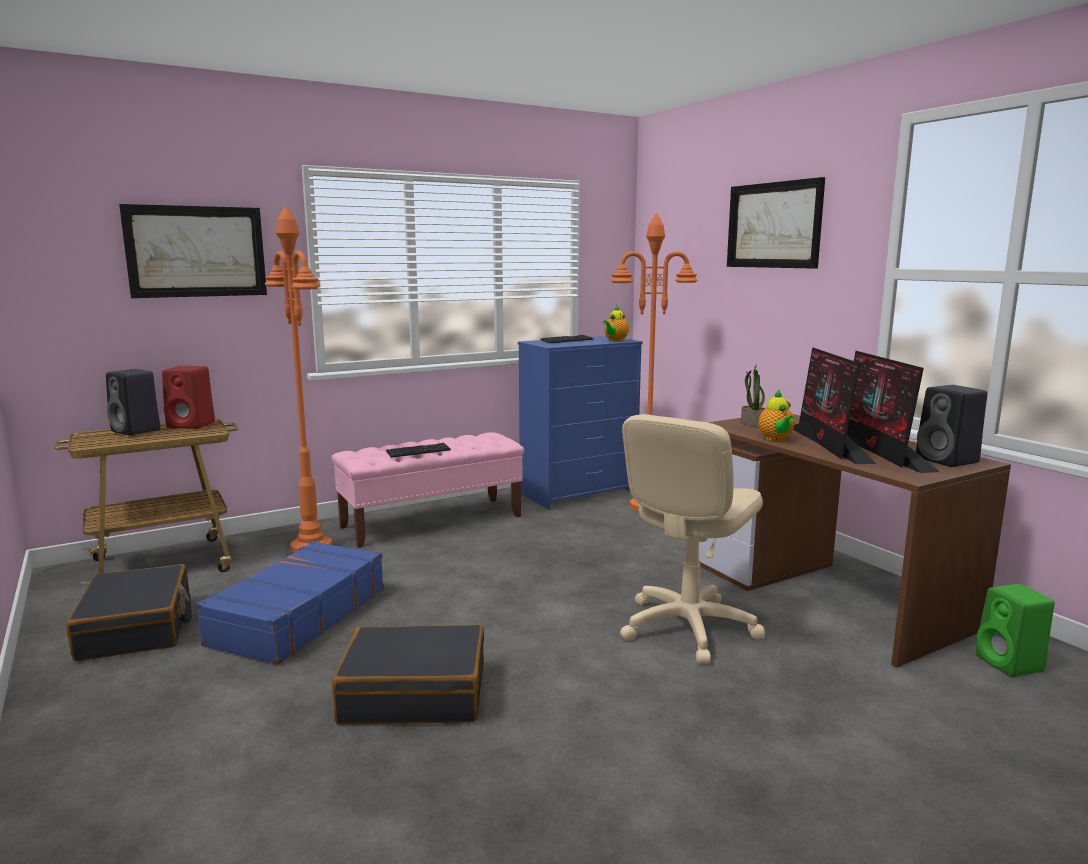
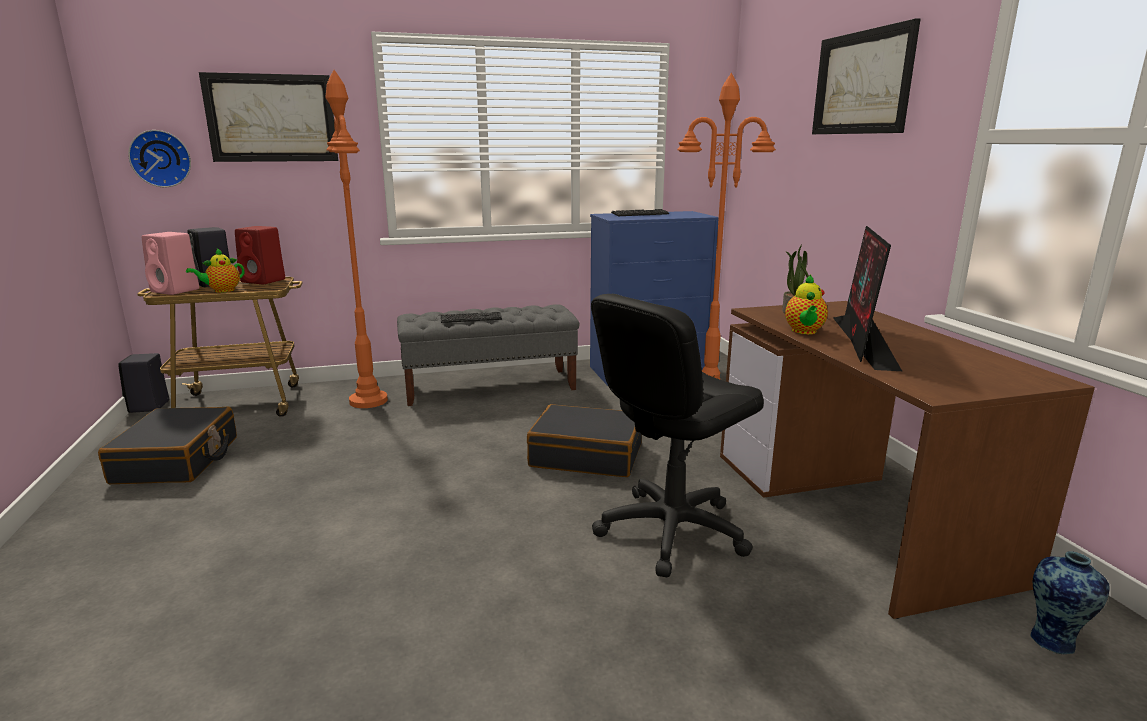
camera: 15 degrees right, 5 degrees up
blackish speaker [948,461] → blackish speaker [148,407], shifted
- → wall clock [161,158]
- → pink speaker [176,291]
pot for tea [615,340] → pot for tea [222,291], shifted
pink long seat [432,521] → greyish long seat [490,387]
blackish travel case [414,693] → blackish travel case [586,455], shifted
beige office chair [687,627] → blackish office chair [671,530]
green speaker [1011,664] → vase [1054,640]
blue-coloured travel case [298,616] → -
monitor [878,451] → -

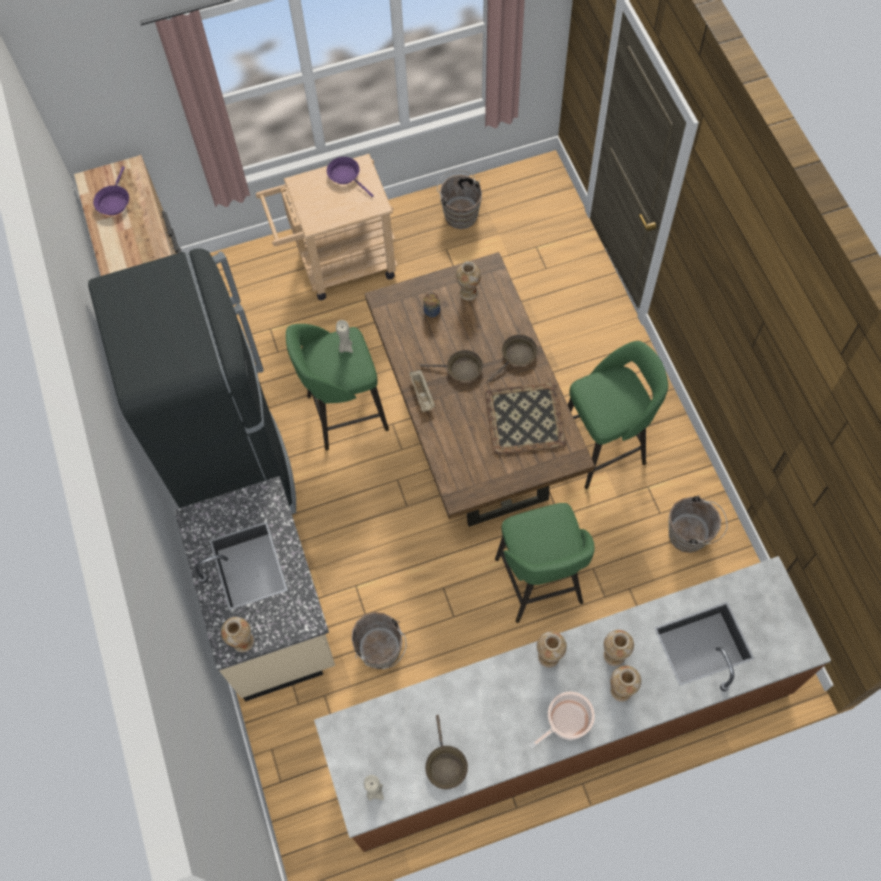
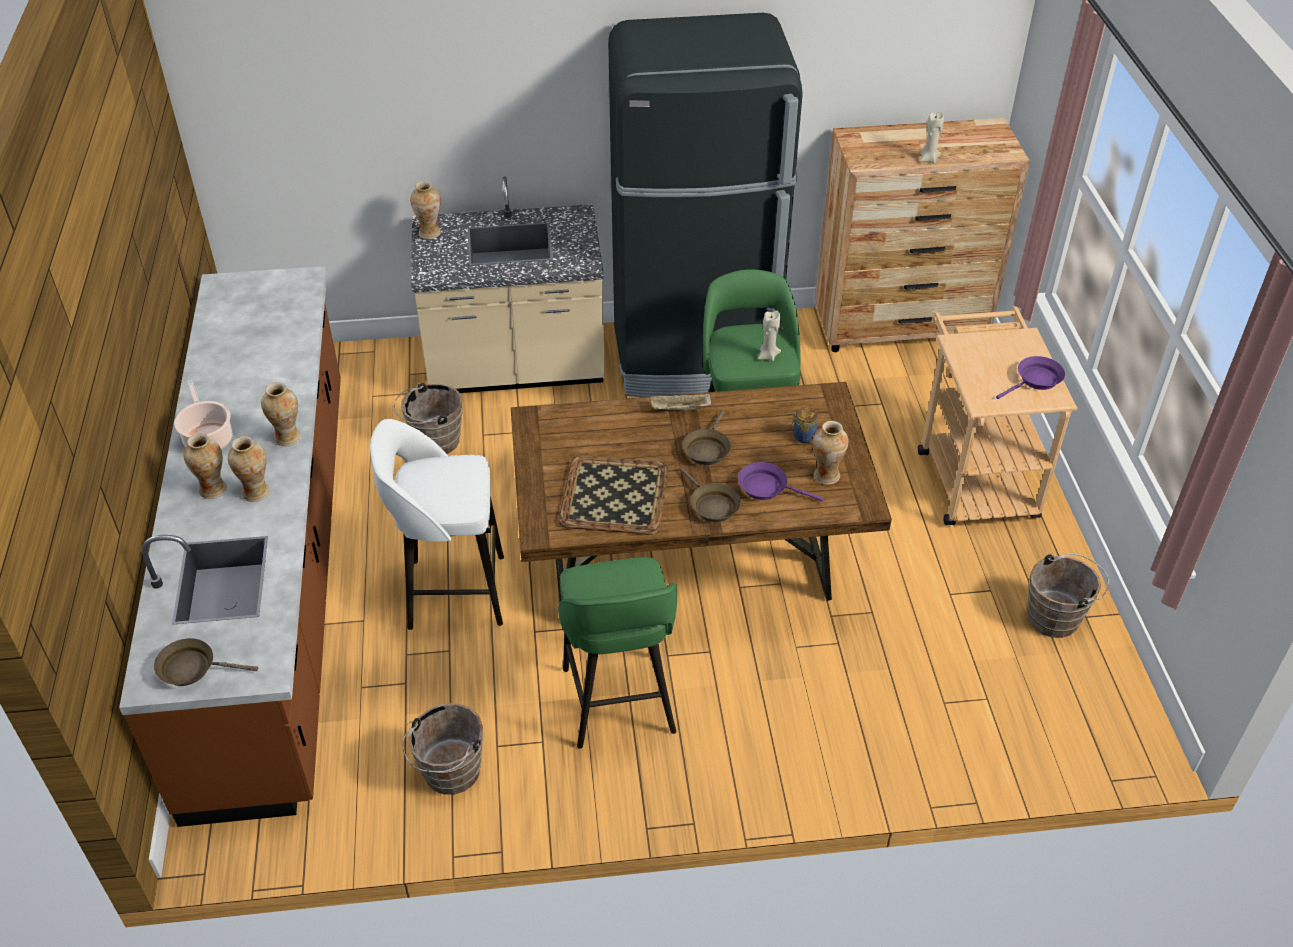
camera: 100 degrees right, 20 degrees down
brown-coloured frying pan [445,764] → brown-coloured frying pan [192,668], shifted
green sitting stool [539,583] → whitish sitting stool [452,592]
purple frying pan [113,201] → purple frying pan [767,487], shifted
beige candle [374,791] → beige candle [928,159], shifted

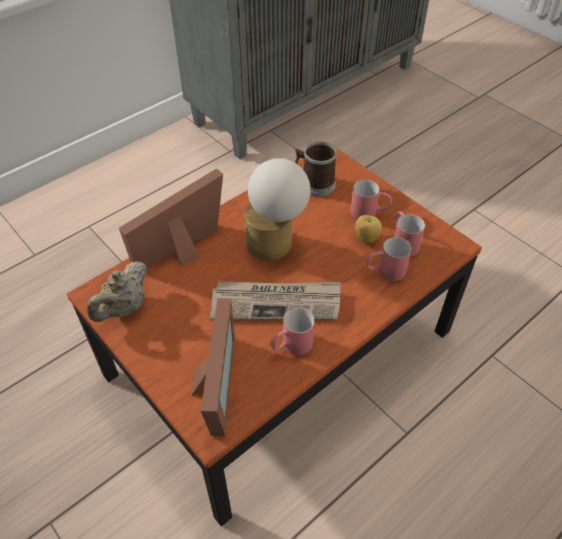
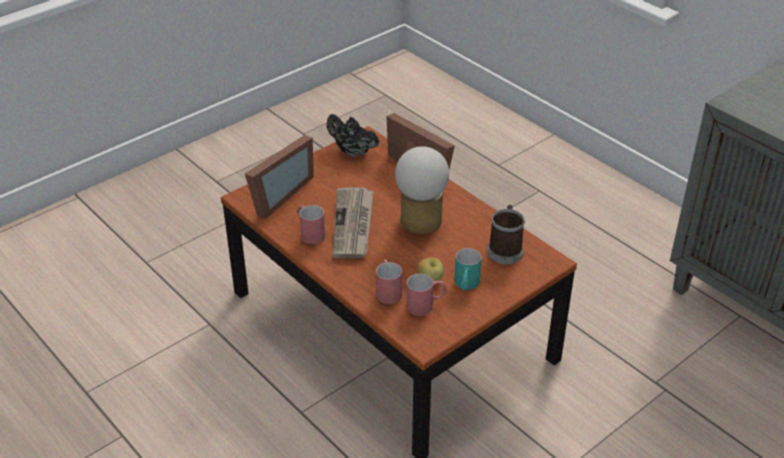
camera: 90 degrees right, 10 degrees down
picture frame [211,389] → picture frame [276,195], 60 degrees counterclockwise
beige pot for tea [124,308] → blackish pot for tea [352,152]
red coffee mug [369,213] → blue-green coffee mug [466,285]

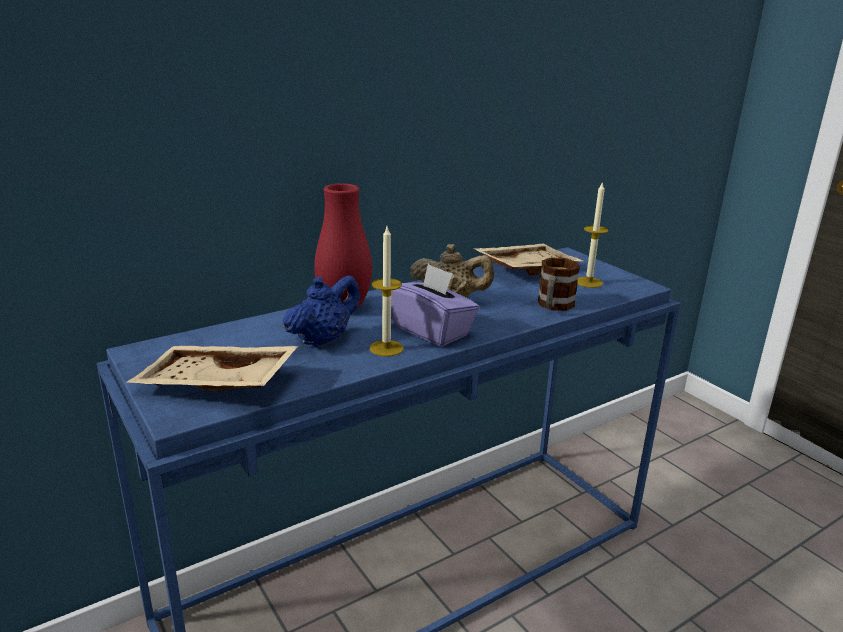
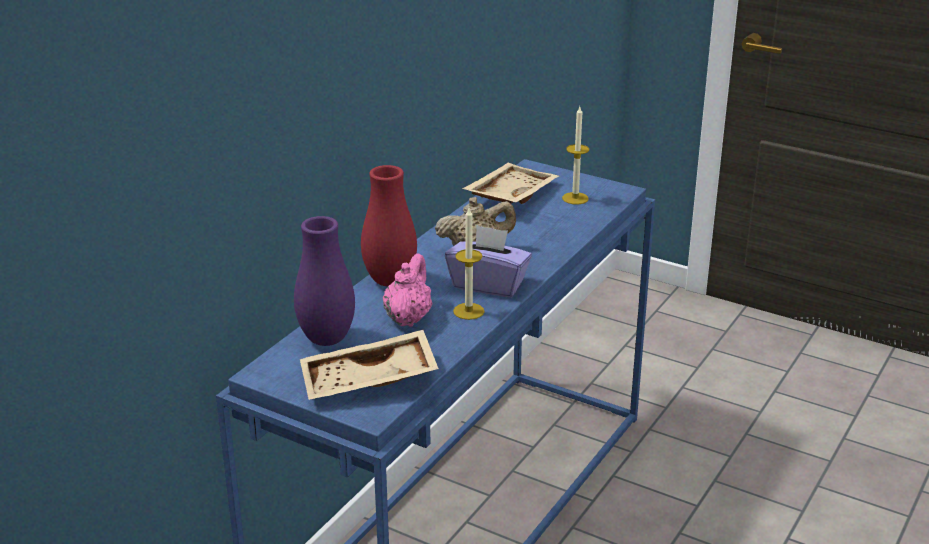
camera: 25 degrees left, 5 degrees up
- → purple vase [326,339]
blue-coloured pot for tea [323,340] → pink pot for tea [408,318]
coffee mug [554,306] → -

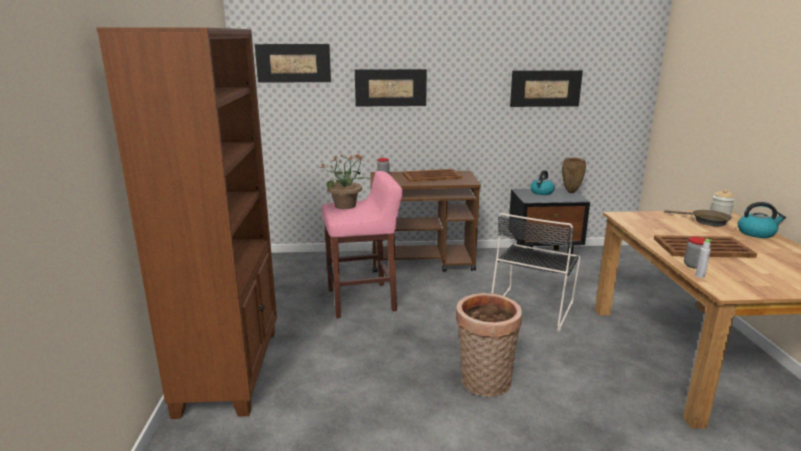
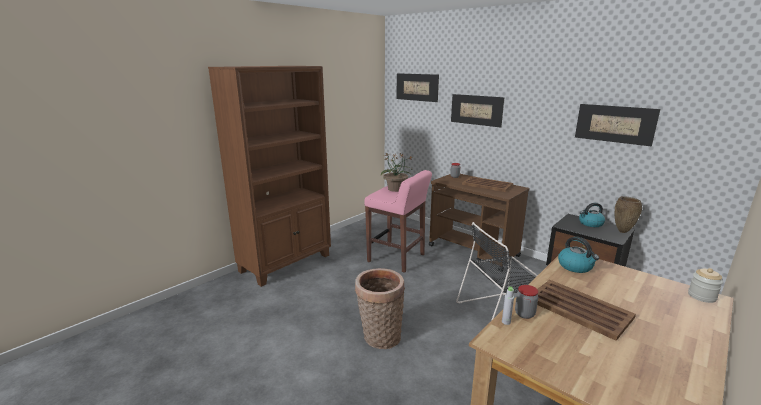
camera: 45 degrees right, 0 degrees up
water kettle [756,233] → water kettle [575,266], shifted
brown-coloured frying pan [706,221] → -

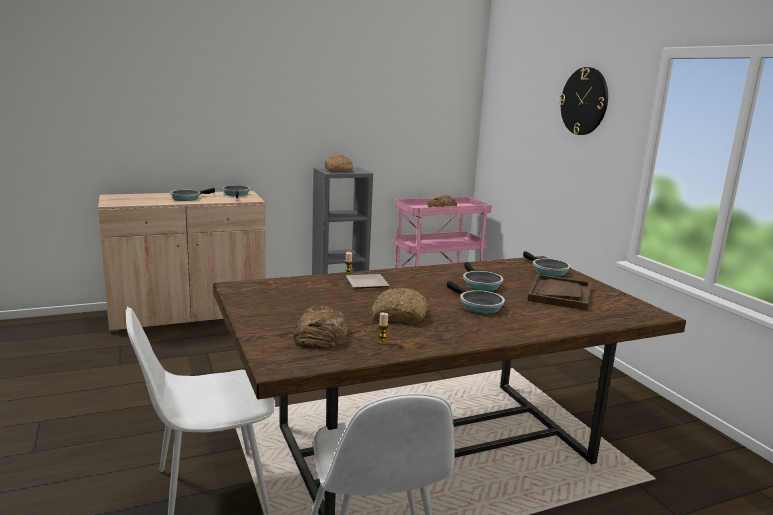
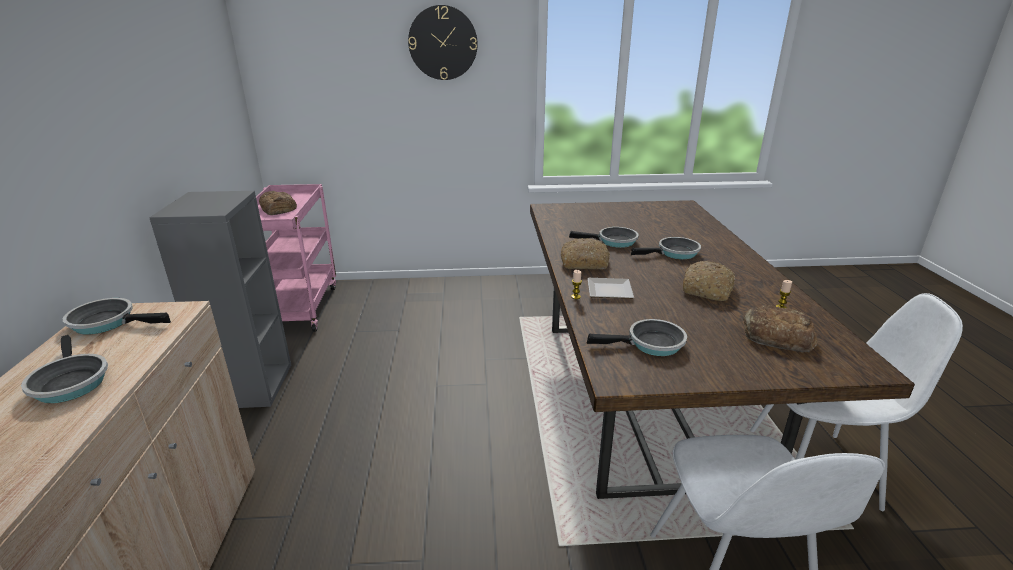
camera: 70 degrees left, 10 degrees up
bread [339,170] → bread [585,262], shifted
frying pan [547,270] → frying pan [651,344], shifted
brown-coloured carrying tray [560,294] → -

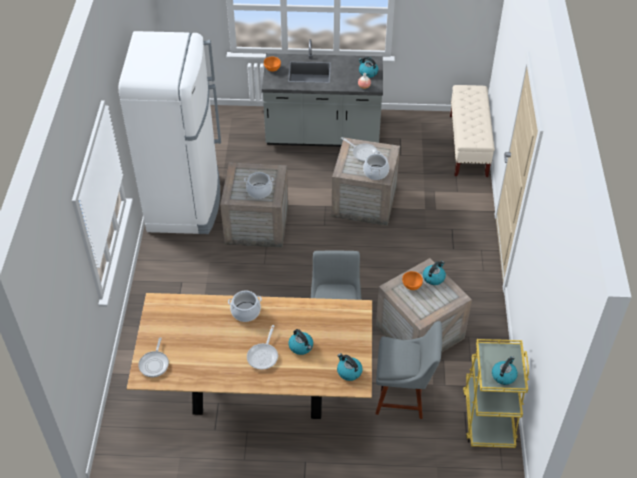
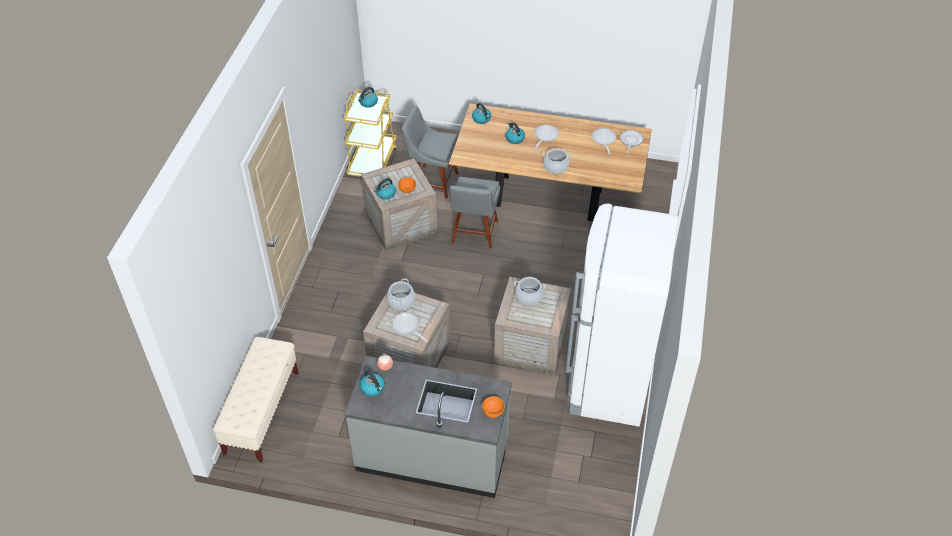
camera: 170 degrees left, 0 degrees up
- → frying pan [603,140]

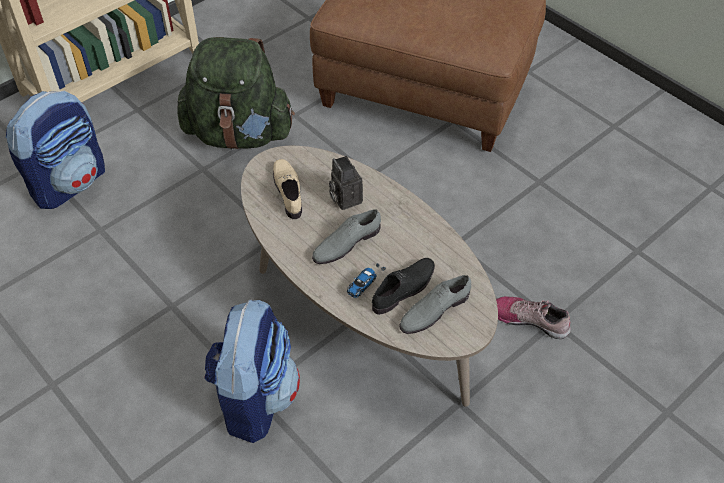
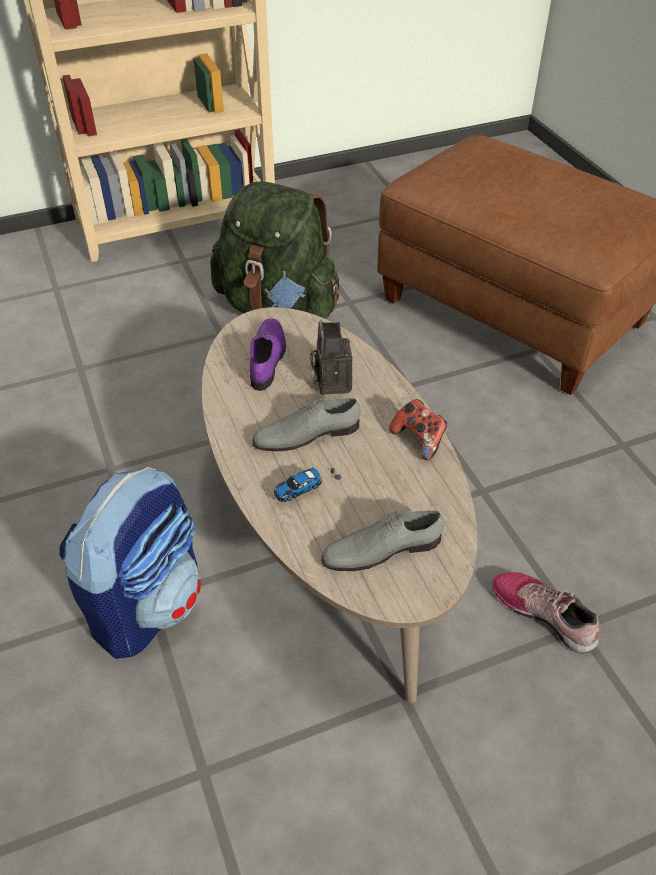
camera: 20 degrees right, 5 degrees down
beige low shoe [289,191] → purple low shoe [268,357]
- → gamepad [419,440]
rucksack [69,183] → -
blackish low shoe [404,289] → -

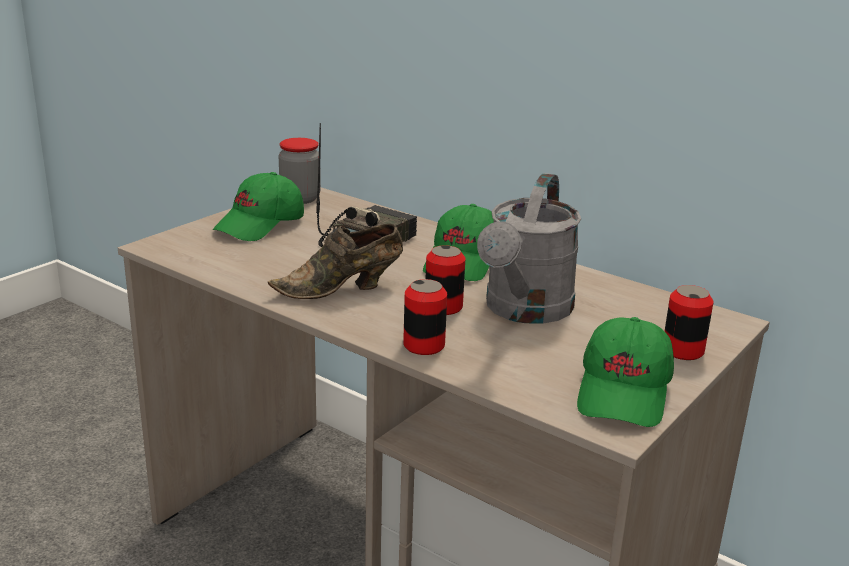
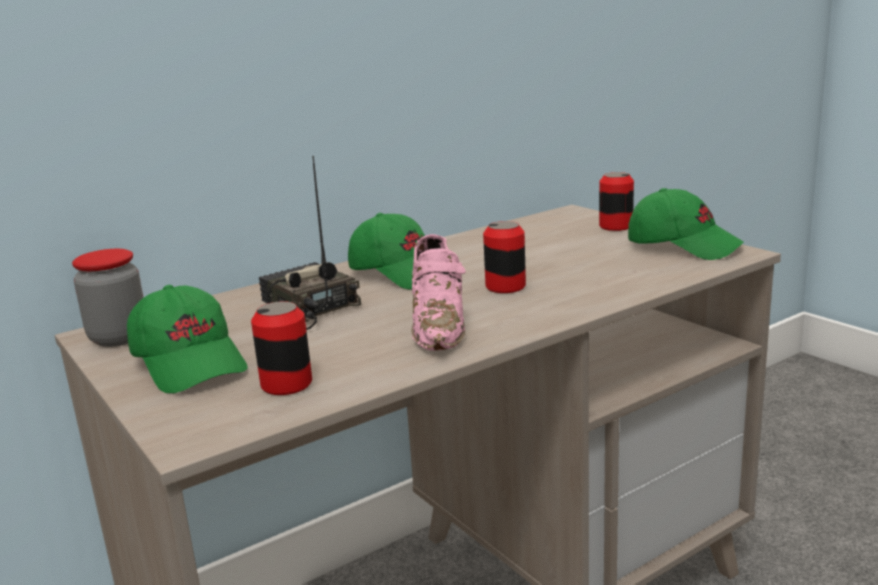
camera: 70 degrees left, 5 degrees down
can [424,345] → can [286,384], shifted
brown-coloured low shoe [342,290] → pink low shoe [439,325]
greyish watering can [524,311] → -

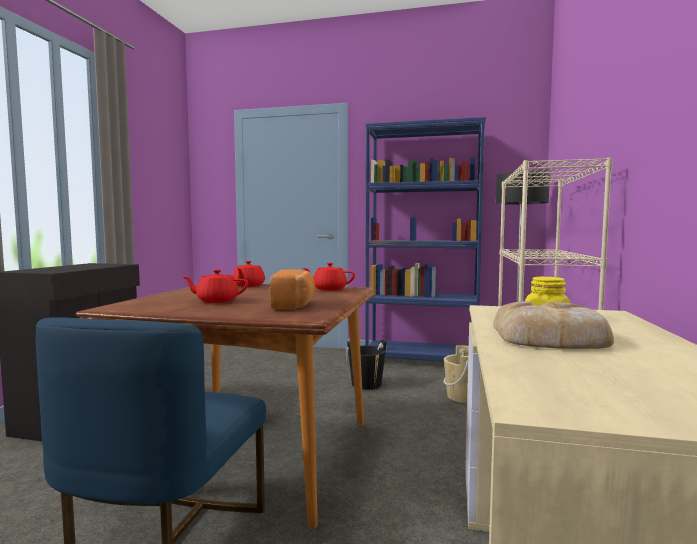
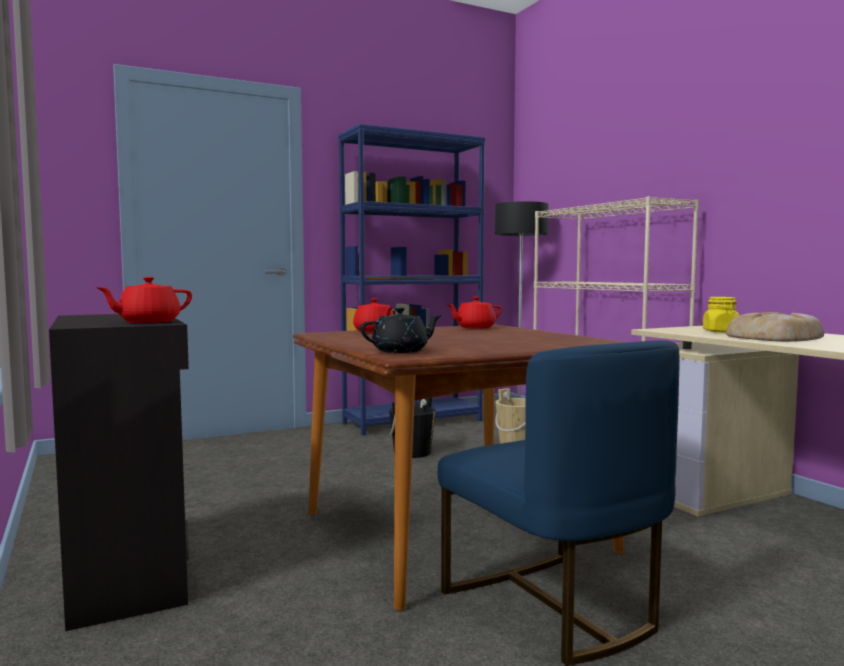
camera: 40 degrees left, 0 degrees up
red pot for tea [216,301] → red pot for tea [148,322], shifted
- → blackish pot for tea [401,351]
bread [294,305] → -

